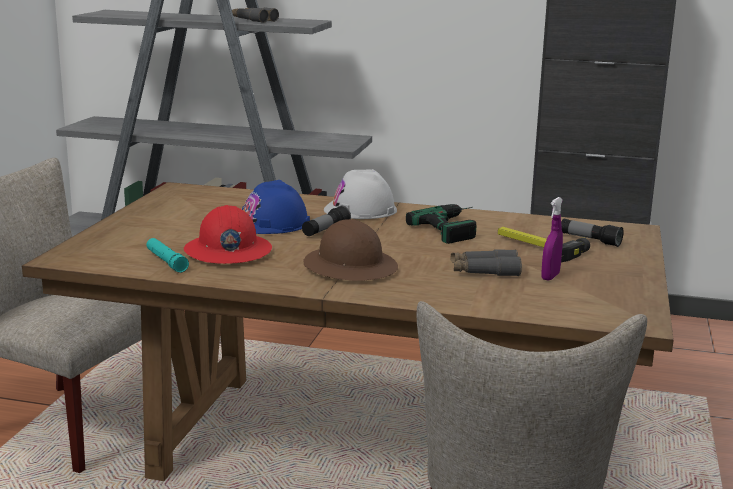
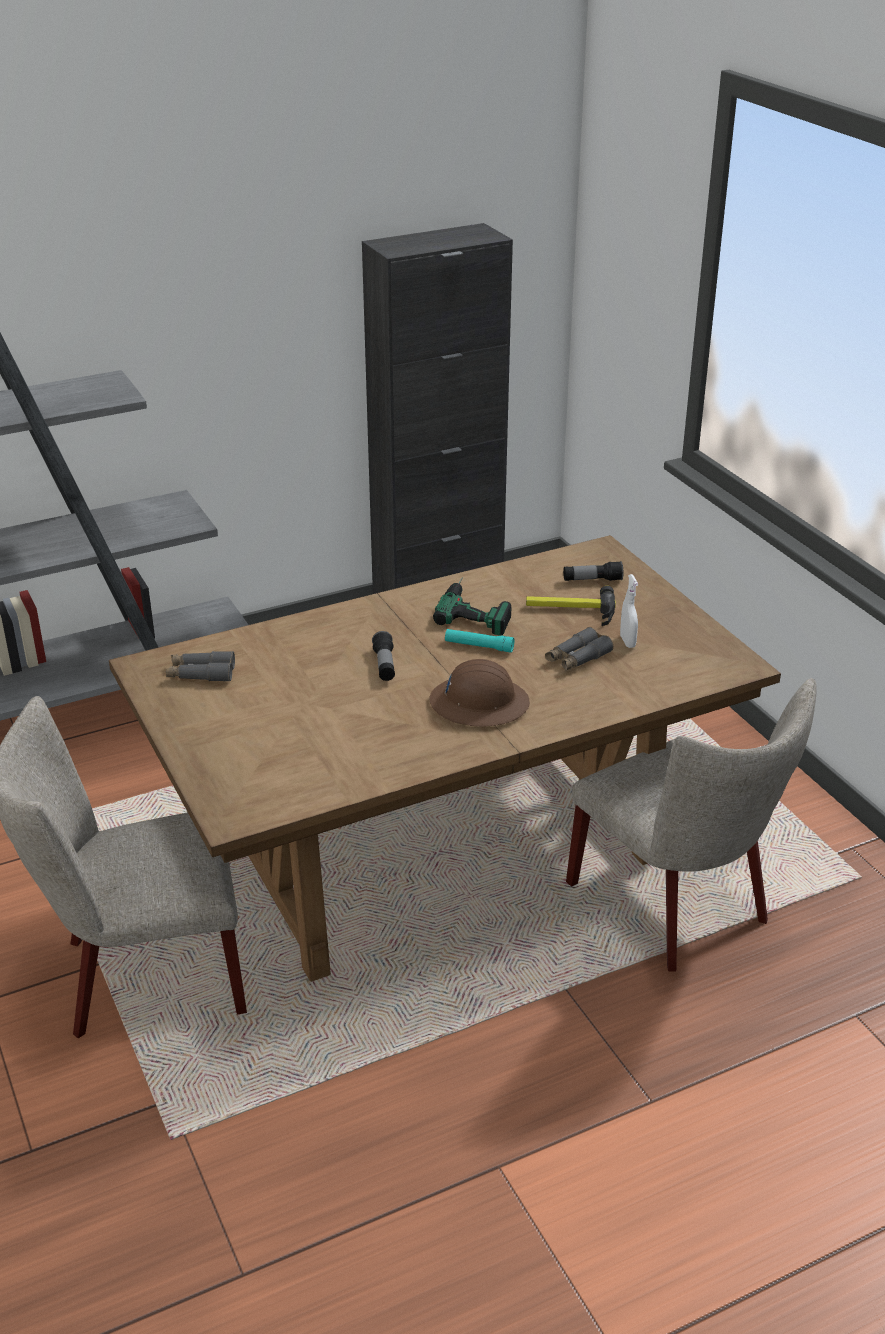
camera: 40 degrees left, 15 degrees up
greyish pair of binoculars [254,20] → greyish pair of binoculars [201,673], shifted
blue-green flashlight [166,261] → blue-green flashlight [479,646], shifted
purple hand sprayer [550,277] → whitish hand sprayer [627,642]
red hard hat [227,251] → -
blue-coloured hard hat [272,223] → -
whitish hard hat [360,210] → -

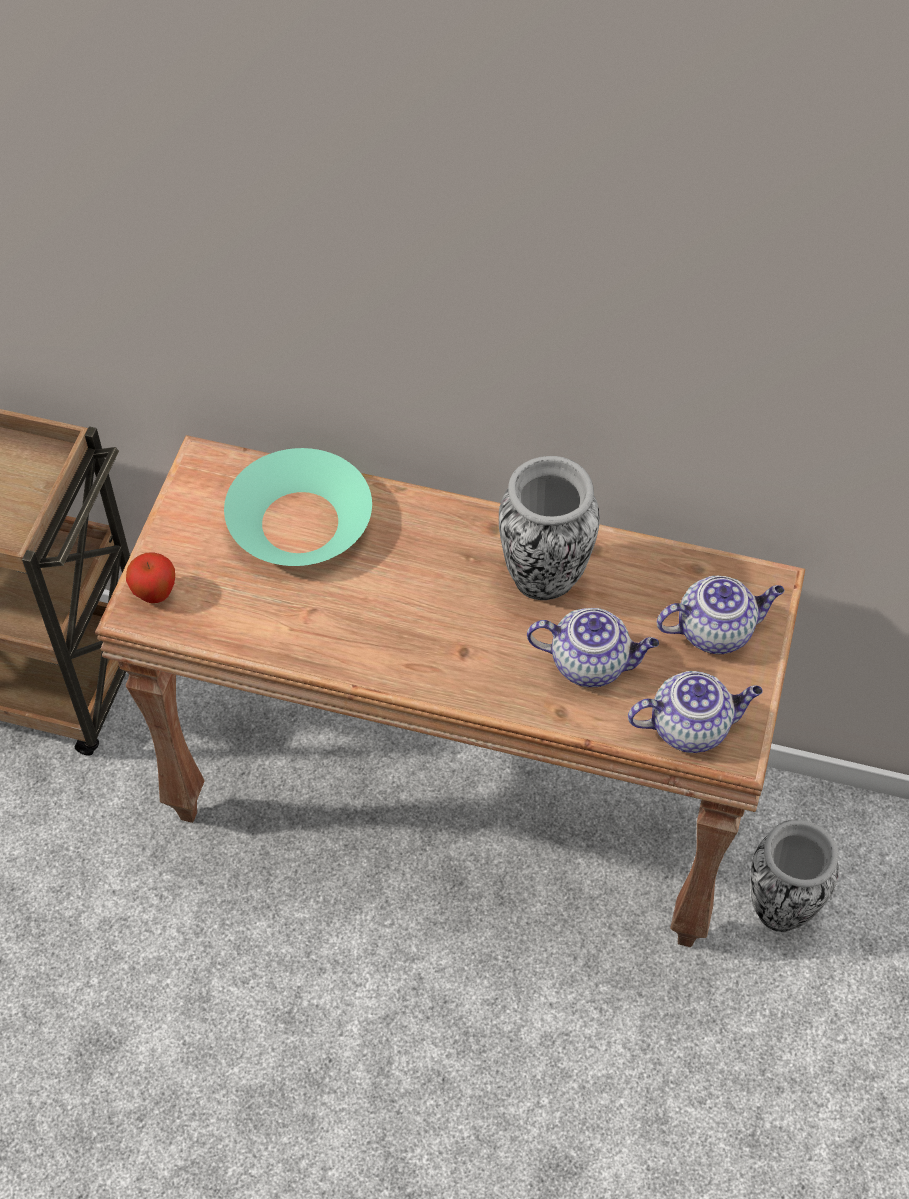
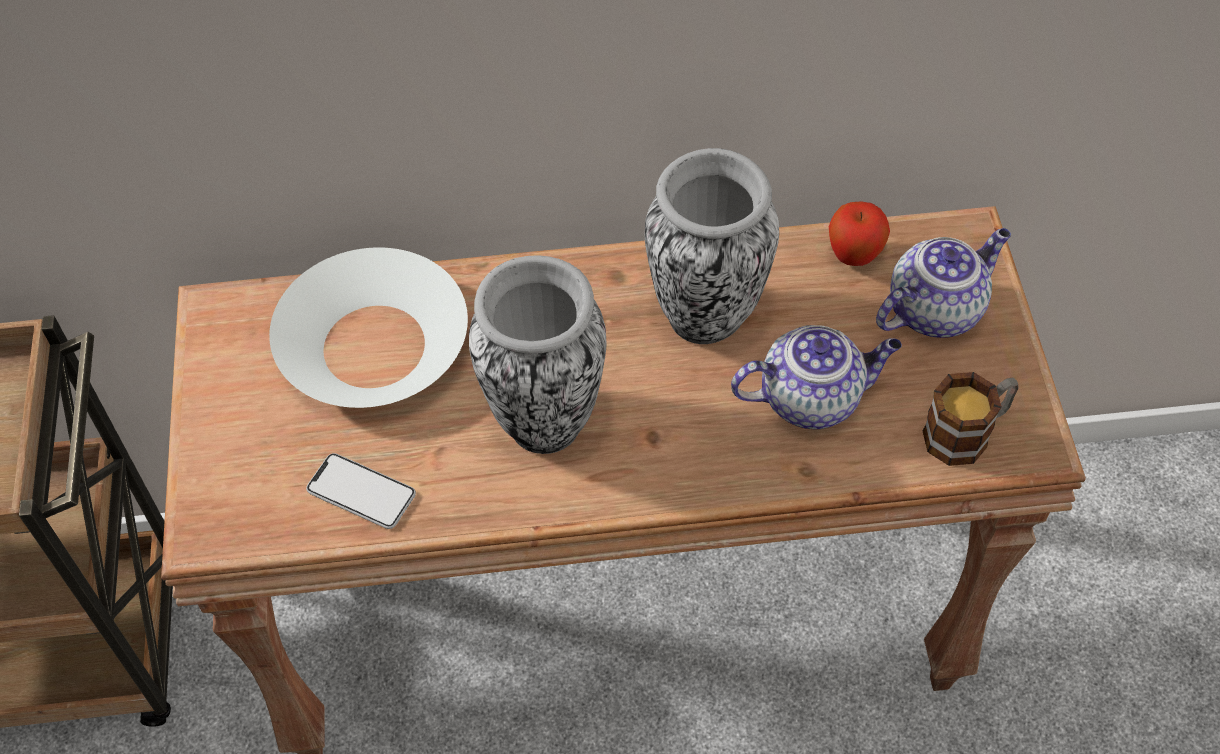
camera: 20 degrees left, 0 degrees up
blue-green bowl [299,522] → whitish bowl [373,346]
- → telephone [361,492]
vase [779,908] → vase [544,421], shifted
whole apple [155,594] → whole apple [854,256], shifted
pot for tea [691,726] → coffee mug [967,433]

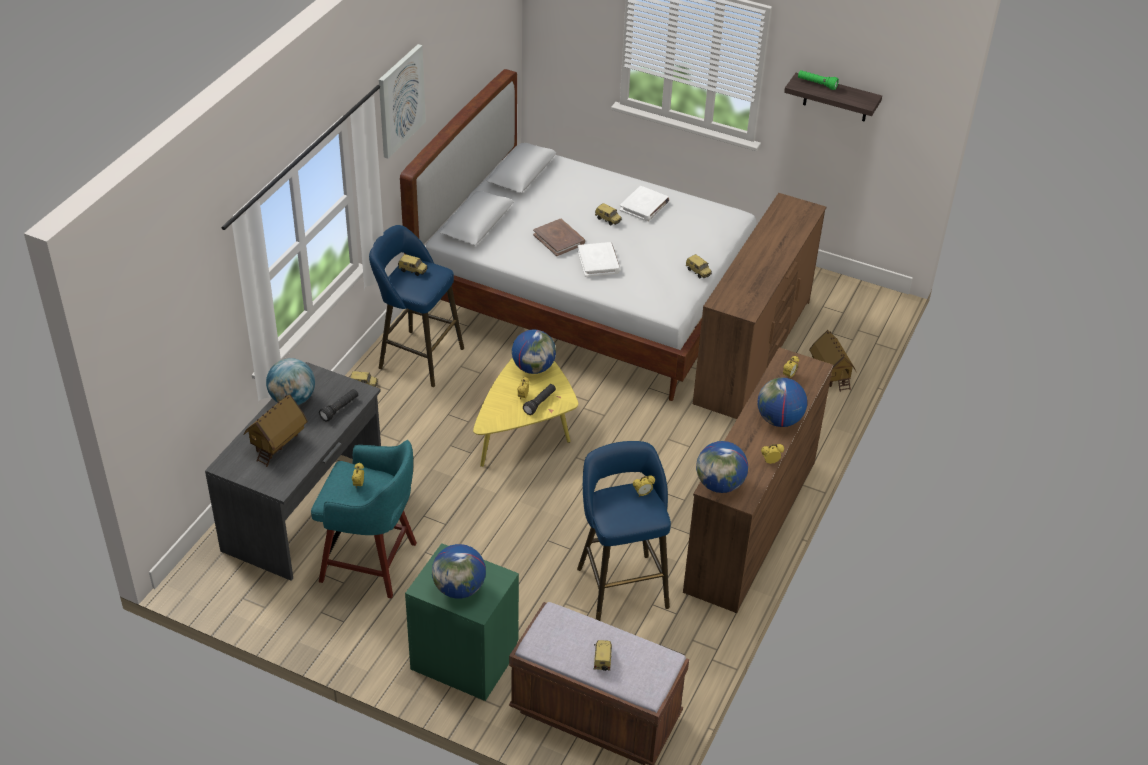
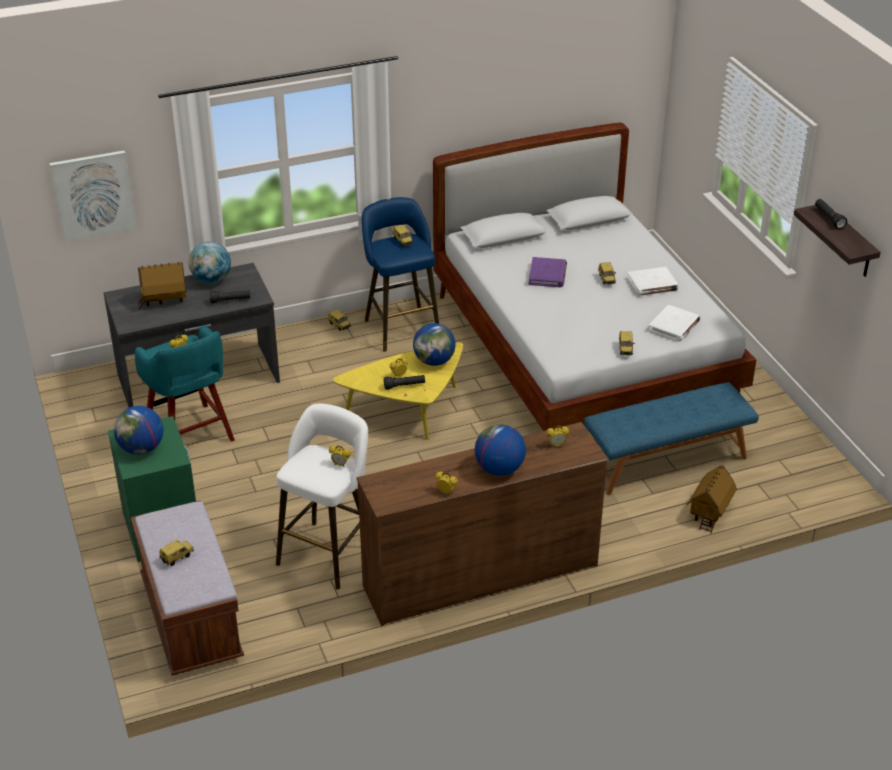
camera: 45 degrees right, 5 degrees down
wall picture [400,100] → wall picture [93,195], shifted
blue-coloured sitting stool [620,583] → whitish sitting stool [328,551]
brown-coloured volume [559,239] → purple volume [547,274]
brown-coloured dresser [754,351] → blue-coloured long seat [666,460]
whitish volume [598,261] → whitish volume [674,326], shifted
green flashlight [816,84] → blackish flashlight [828,218]
world globe [720,485] → -

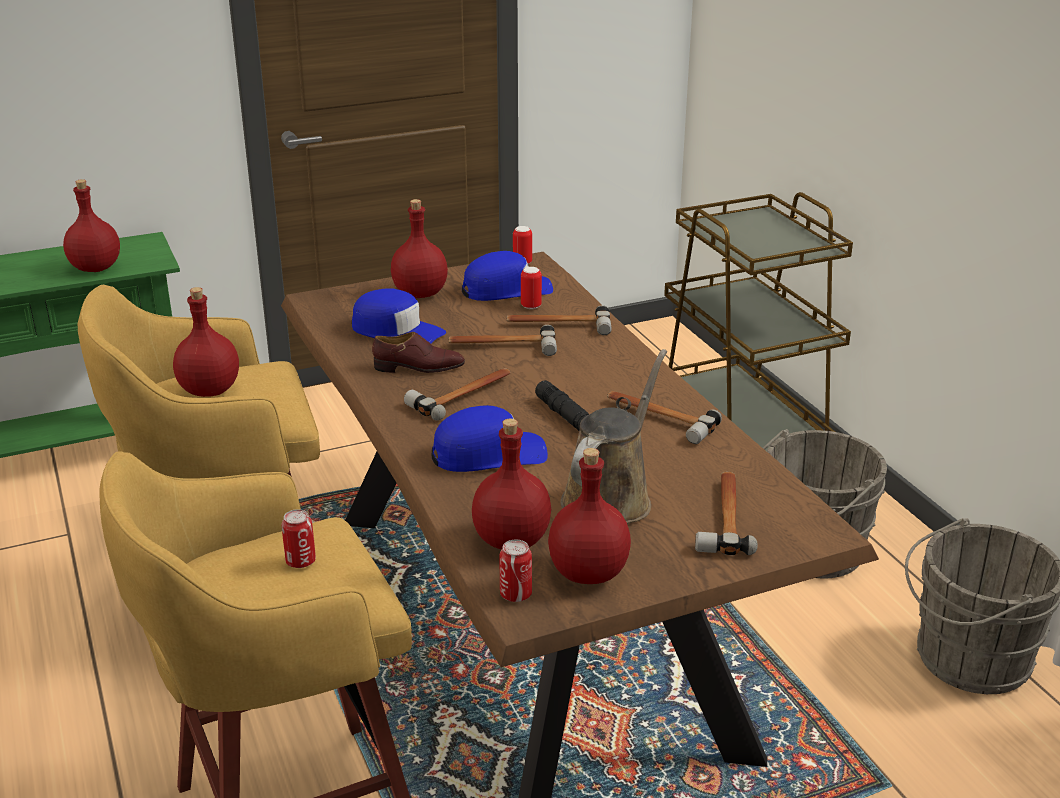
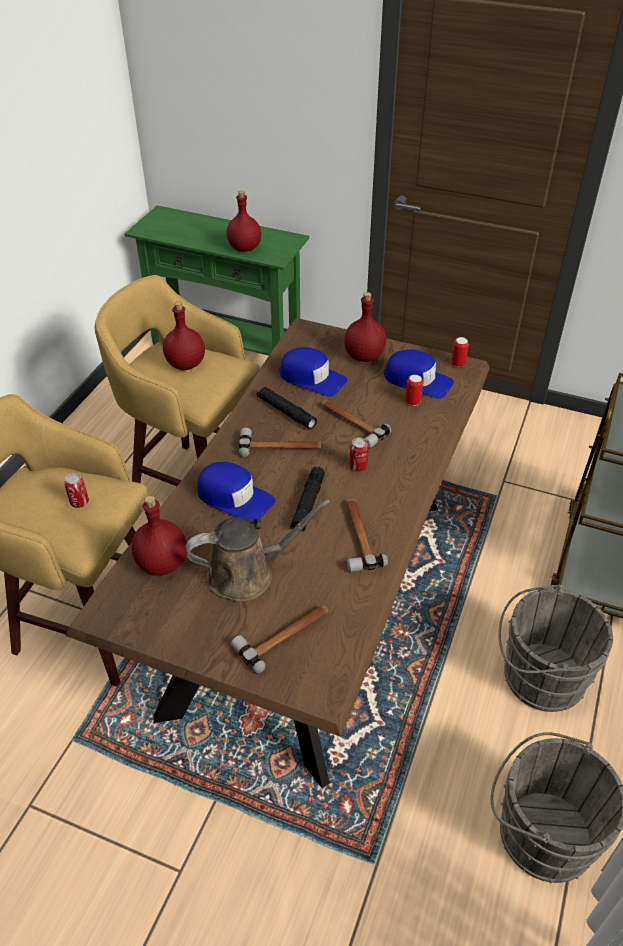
camera: 45 degrees right, 15 degrees up
brown-coloured low shoe [419,367] → blackish flashlight [286,412]
blue-coloured cap [397,331] → blue-coloured cap [312,378], 45 degrees counterclockwise
can [515,594] → can [358,467], shifted
hammer [558,326] → -
red beverage bottle [587,572] → -

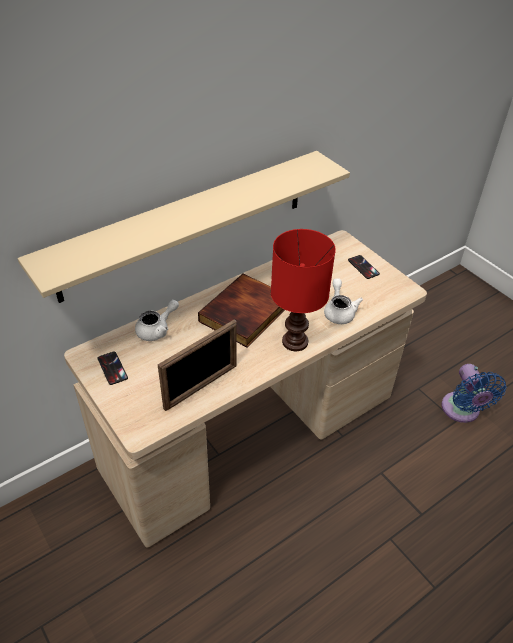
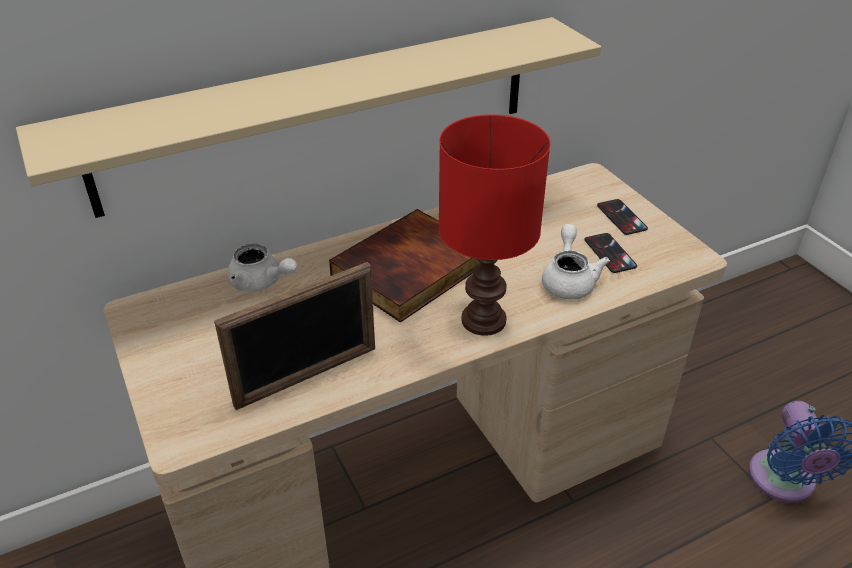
camera: 10 degrees right, 5 degrees down
whitish pot for tea [157,329] → whitish pot for tea [261,283], 60 degrees clockwise
telephone [112,368] → telephone [609,253], shifted

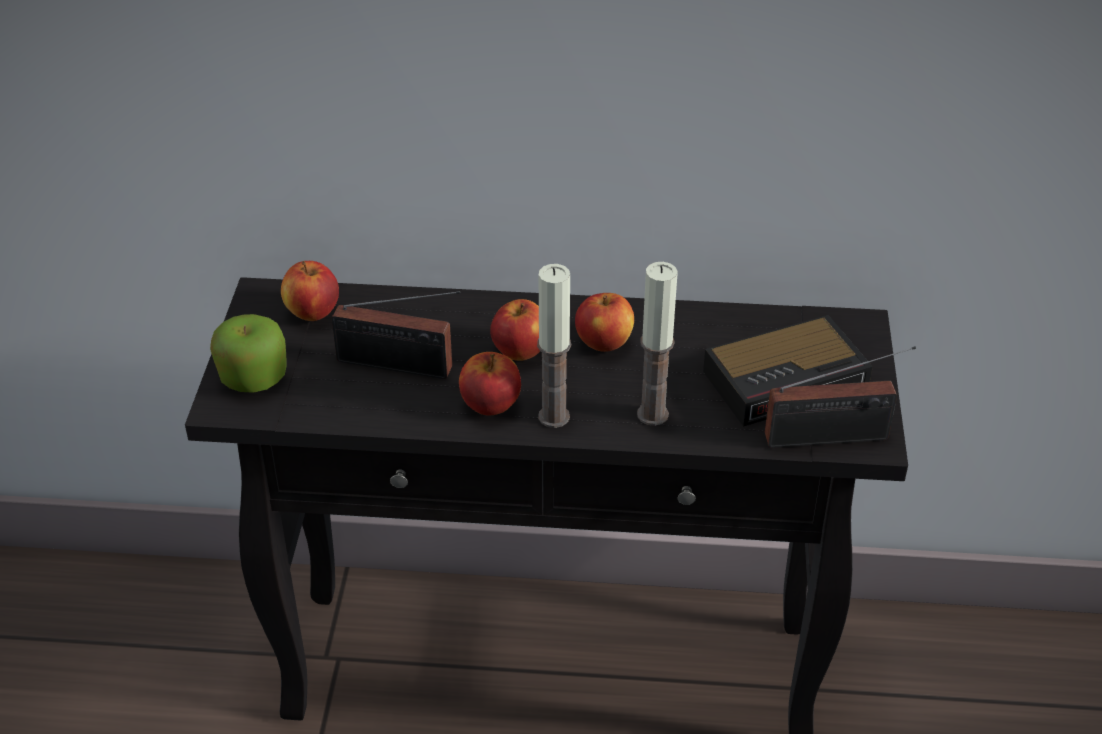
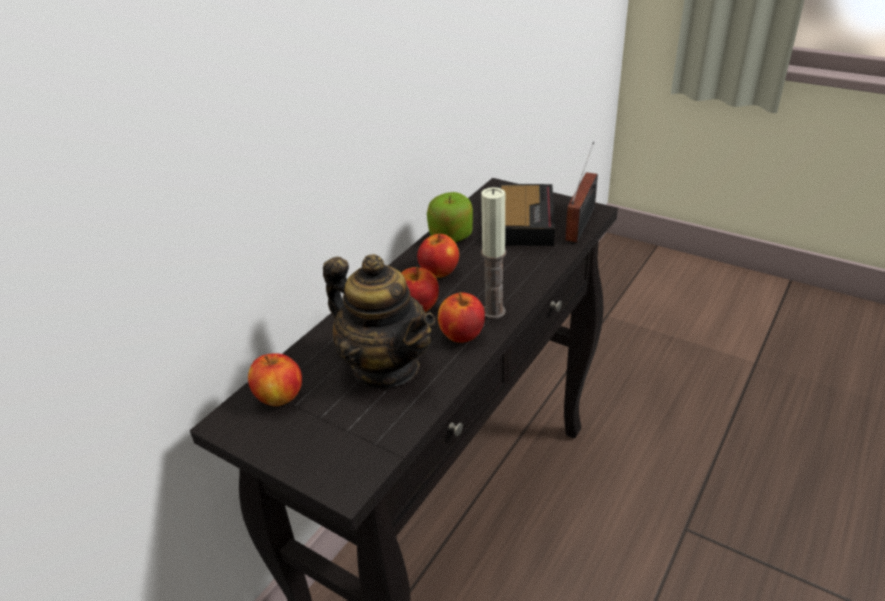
camera: 60 degrees left, 5 degrees down
radio set [400,366] → pot for tea [385,367]
whole apple [253,377] → whole apple [451,236], shifted
candle [652,414] → -

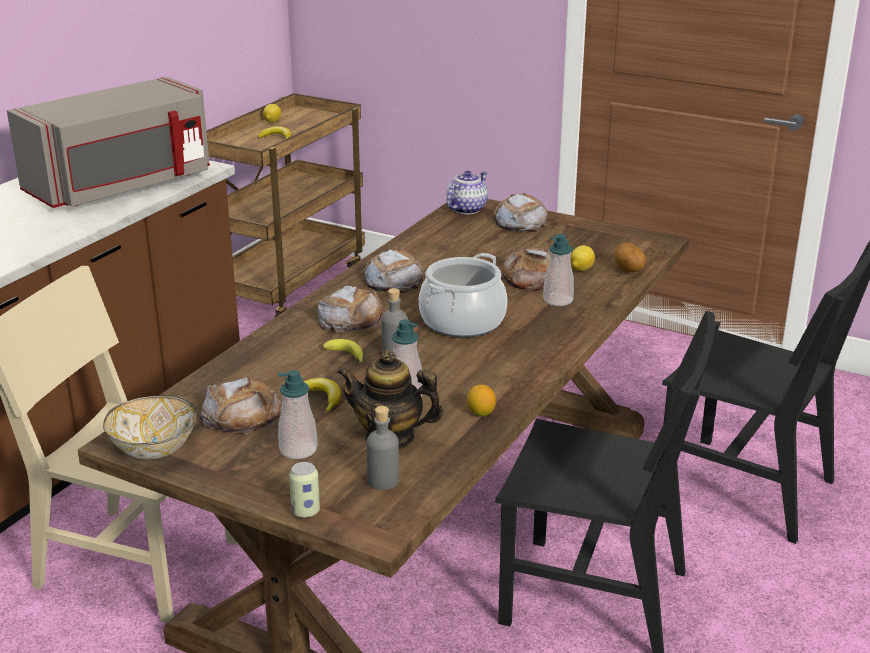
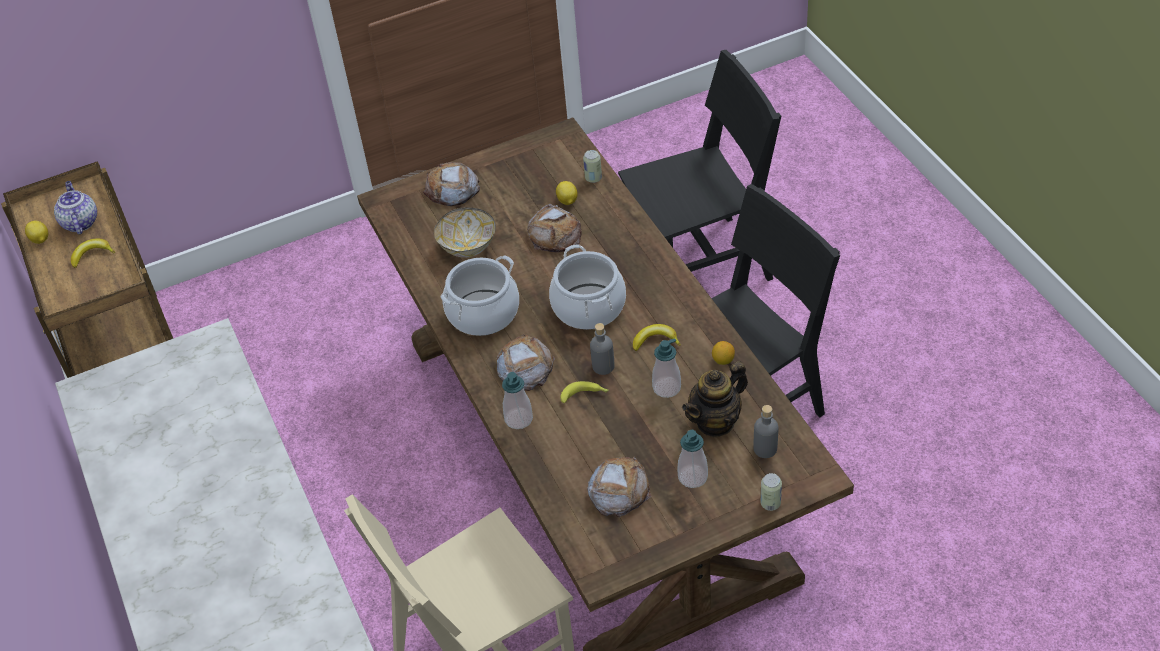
camera: 50 degrees left, 20 degrees up
pot for tea [467,209] → pot for tea [80,222], shifted
bowl [155,449] → bowl [468,246], shifted
bread [393,280] → cooking pot [483,313]
soap dispenser [558,300] → soap dispenser [518,419], shifted
spud [627,270] → can [593,178]
banana fruit [321,399] → banana fruit [655,341], shifted
greyish kitchen microwave [122,186] → -

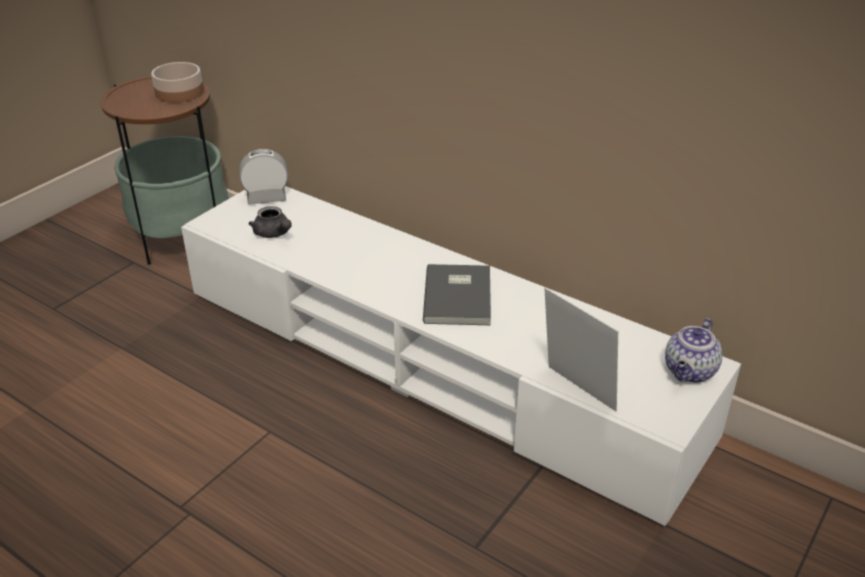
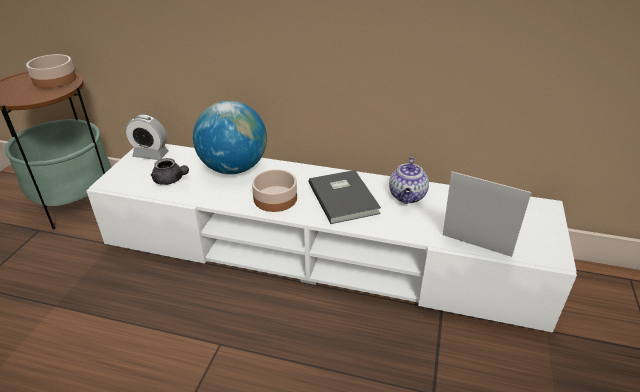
camera: 20 degrees left, 0 degrees up
bedside clock [266,198] → bedside clock [151,154], 135 degrees counterclockwise
- → world globe [234,168]
- → bowl [275,199]
pot for tea [690,372] → pot for tea [407,196], shifted

